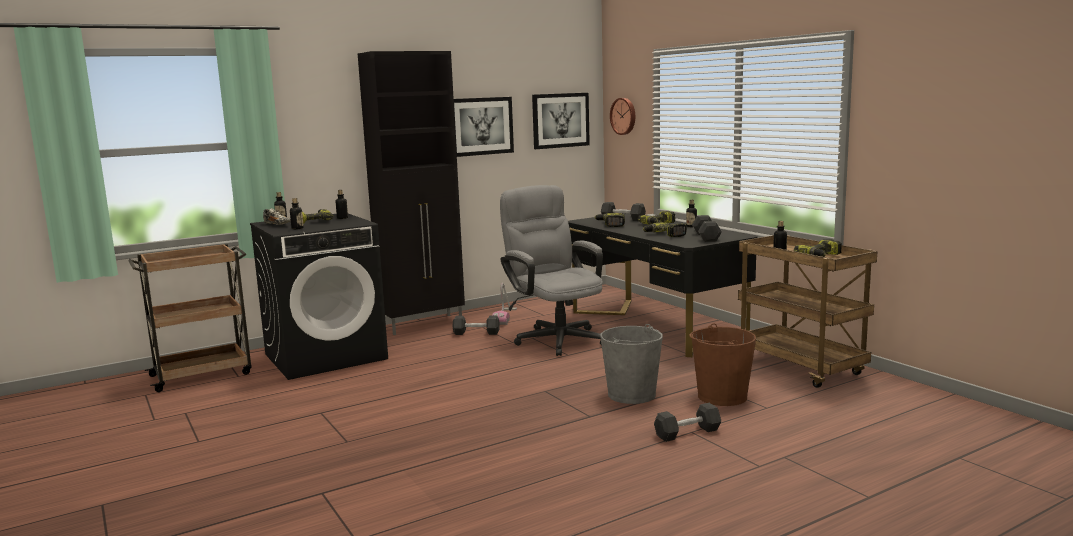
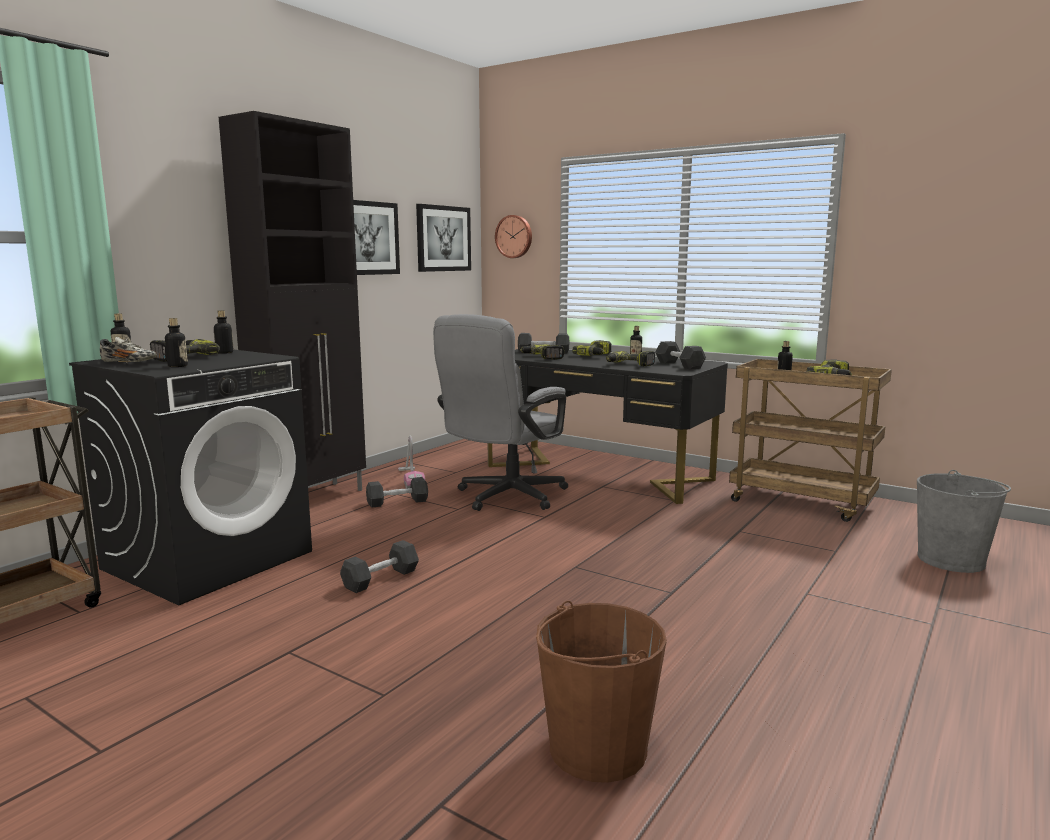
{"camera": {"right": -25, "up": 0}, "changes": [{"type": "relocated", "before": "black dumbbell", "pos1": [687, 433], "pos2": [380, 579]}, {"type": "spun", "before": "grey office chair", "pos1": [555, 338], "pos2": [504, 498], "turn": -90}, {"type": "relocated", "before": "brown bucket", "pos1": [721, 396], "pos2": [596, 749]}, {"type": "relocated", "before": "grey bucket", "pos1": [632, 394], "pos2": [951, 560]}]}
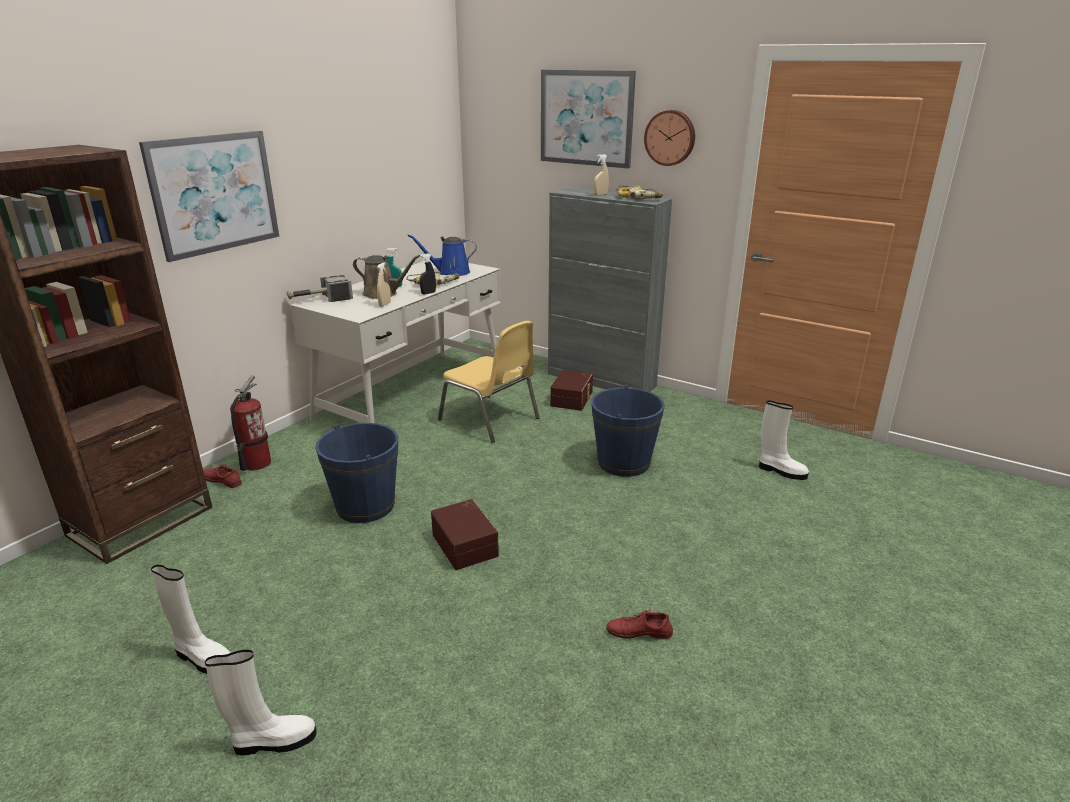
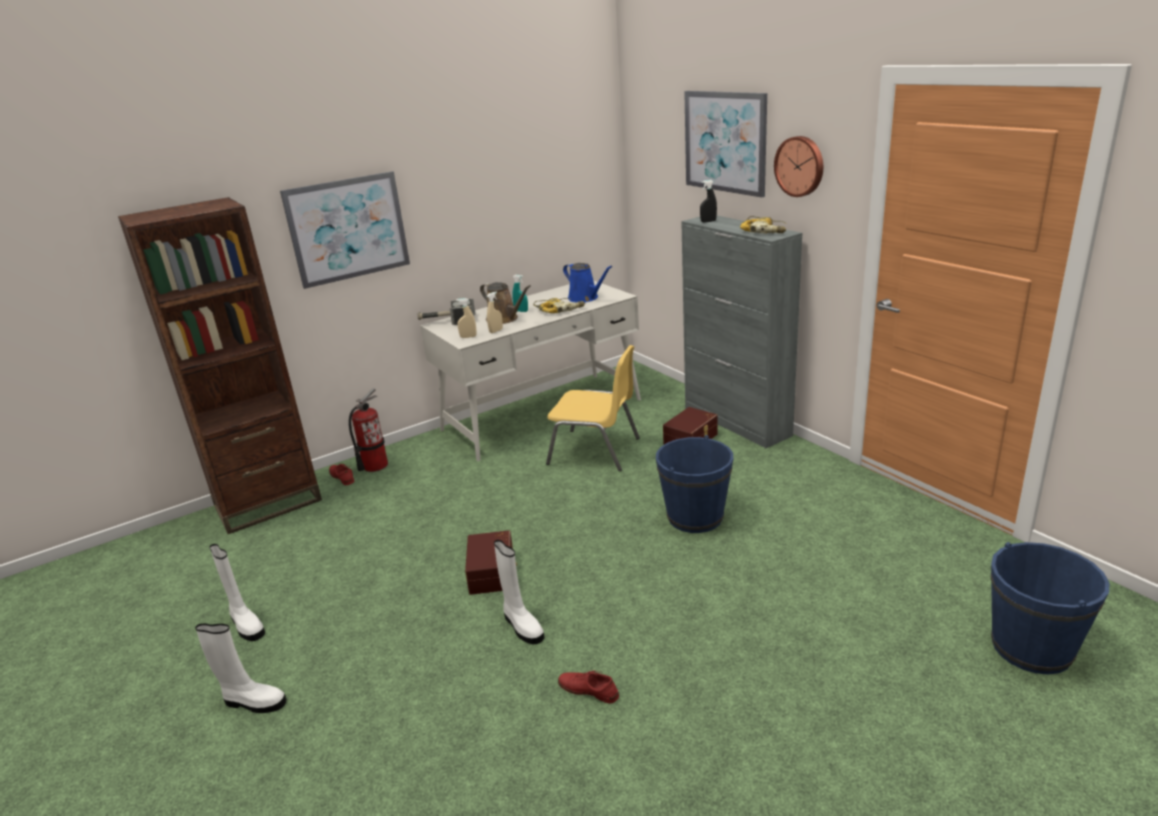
{"camera": {"right": 25, "up": 0}, "changes": [{"type": "relocated", "before": "beige spray bottle", "pos1": [600, 195], "pos2": [468, 337]}, {"type": "relocated", "before": "white boot", "pos1": [781, 471], "pos2": [522, 626]}, {"type": "spun", "before": "yellow chair", "pos1": [490, 419], "pos2": [596, 451], "turn": -45}, {"type": "spun", "before": "blue watering can", "pos1": [450, 272], "pos2": [585, 298], "turn": -150}, {"type": "relocated", "before": "black spray bottle", "pos1": [428, 293], "pos2": [708, 221]}, {"type": "relocated", "before": "blue bucket", "pos1": [365, 506], "pos2": [1031, 648]}]}
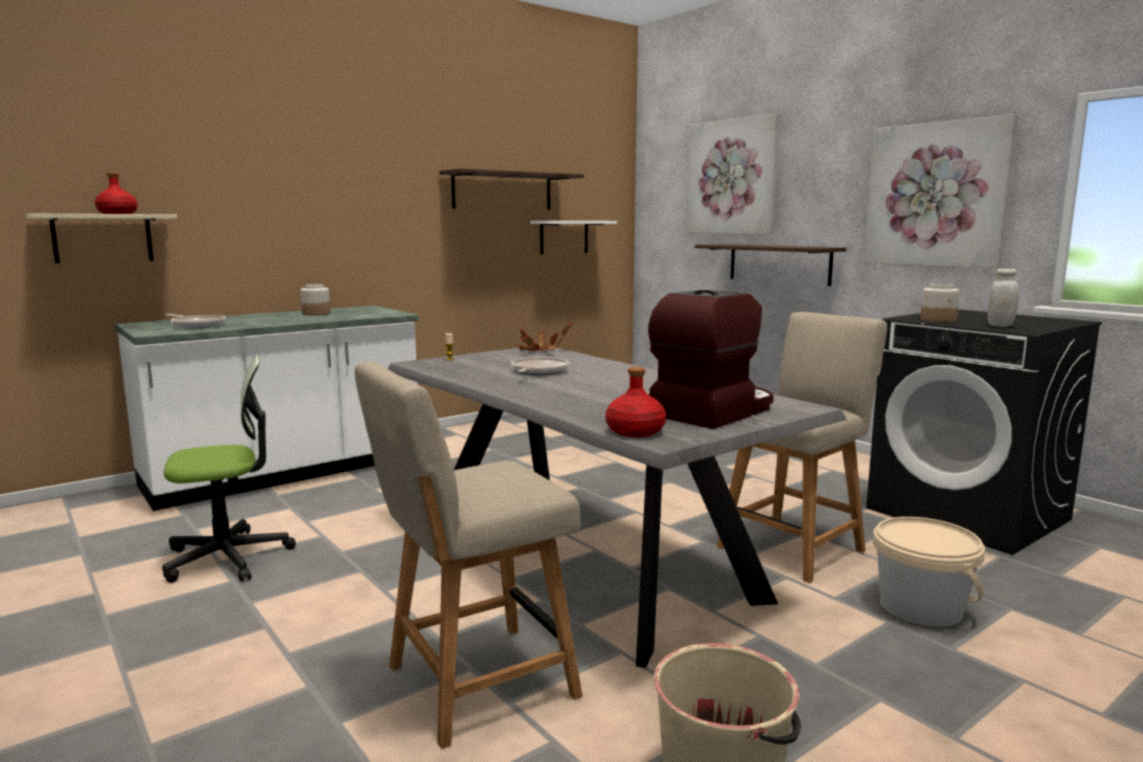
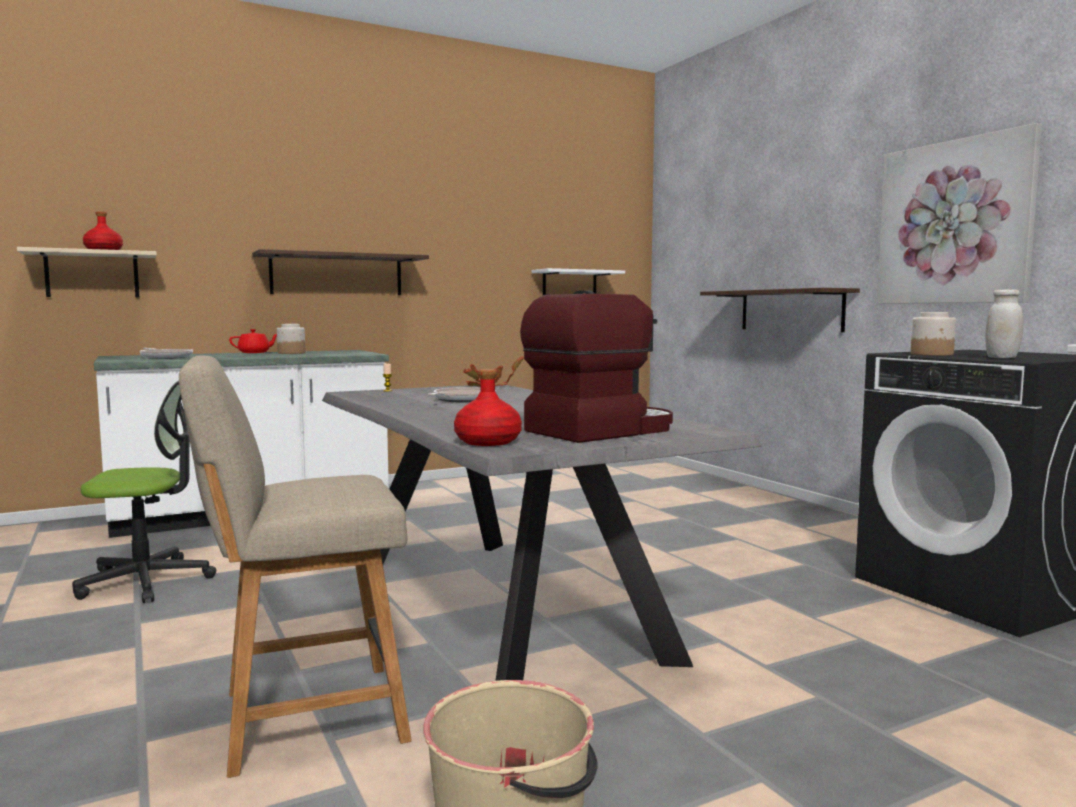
{"camera": {"right": 10, "up": -5}, "changes": [{"type": "appeared", "after": "red teapot", "pos2": [254, 352]}, {"type": "relocated", "before": "shelf", "pos1": [502, 191], "pos2": [337, 275]}, {"type": "missing", "before": "picture", "pos1": [731, 177]}, {"type": "missing", "before": "beige chair", "pos1": [795, 547]}, {"type": "missing", "before": "beige bucket", "pos1": [920, 607]}]}
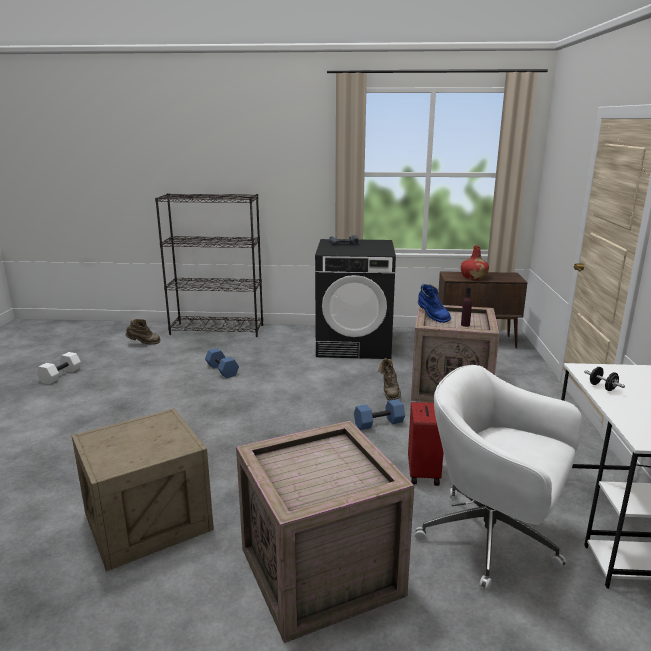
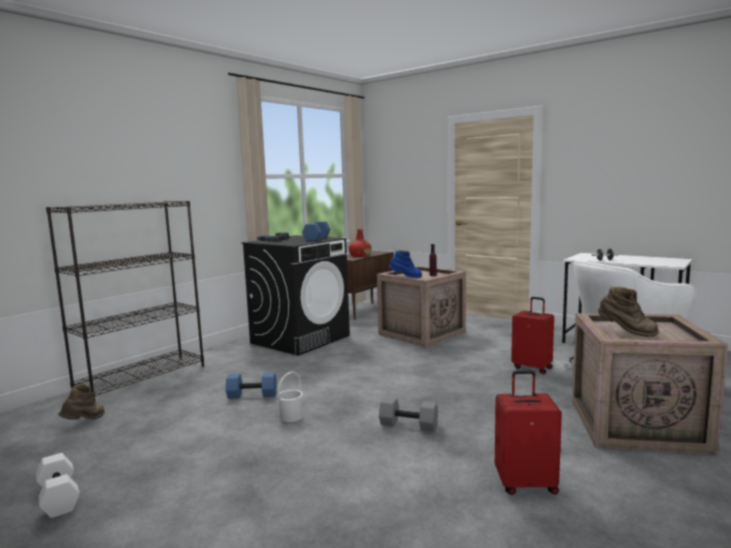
{"camera": {"right": -55, "up": -10}, "changes": [{"type": "appeared", "after": "white bucket", "pos2": [290, 417]}, {"type": "relocated", "before": "blue dumbbell", "pos1": [379, 424], "pos2": [317, 238]}, {"type": "appeared", "after": "grey dumbbell", "pos2": [409, 425]}, {"type": "exchanged", "before": "crate", "after": "red suitcase", "pos1": [149, 521], "pos2": [525, 483]}, {"type": "relocated", "before": "brown boot", "pos1": [390, 392], "pos2": [626, 332]}]}
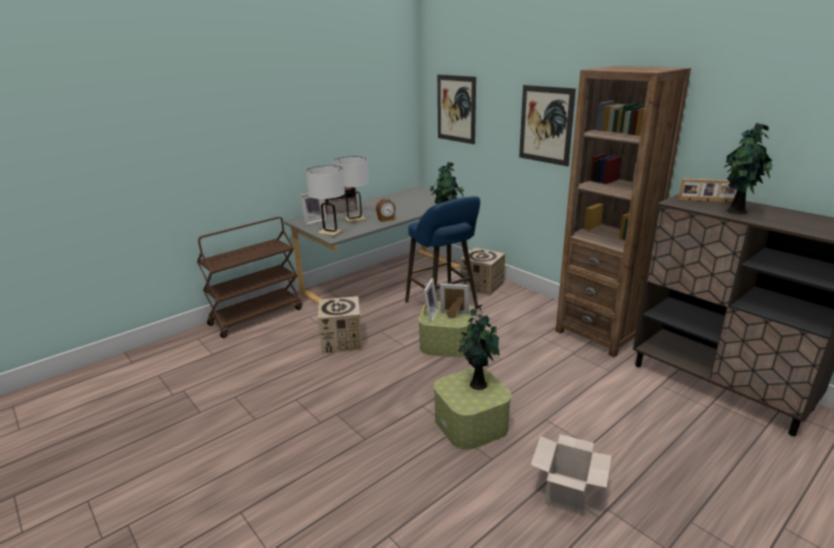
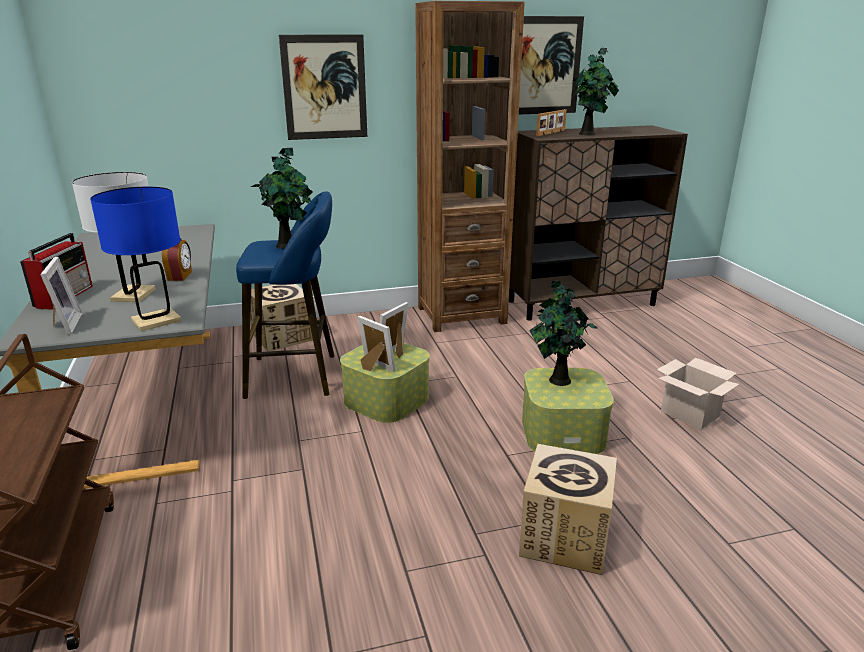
{"camera": {"right": -65, "up": 0}, "changes": [{"type": "colour", "before": "white table lamp", "after": "blue table lamp", "pos1": [330, 233], "pos2": [156, 321]}, {"type": "relocated", "before": "picture", "pos1": [456, 109], "pos2": [544, 66]}, {"type": "relocated", "before": "cardboard box", "pos1": [342, 341], "pos2": [564, 537]}]}
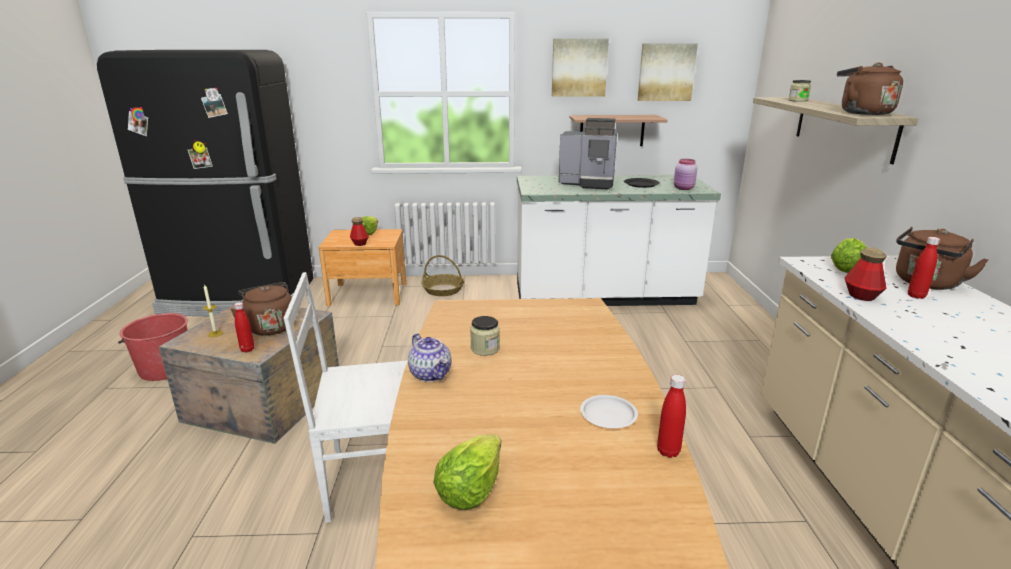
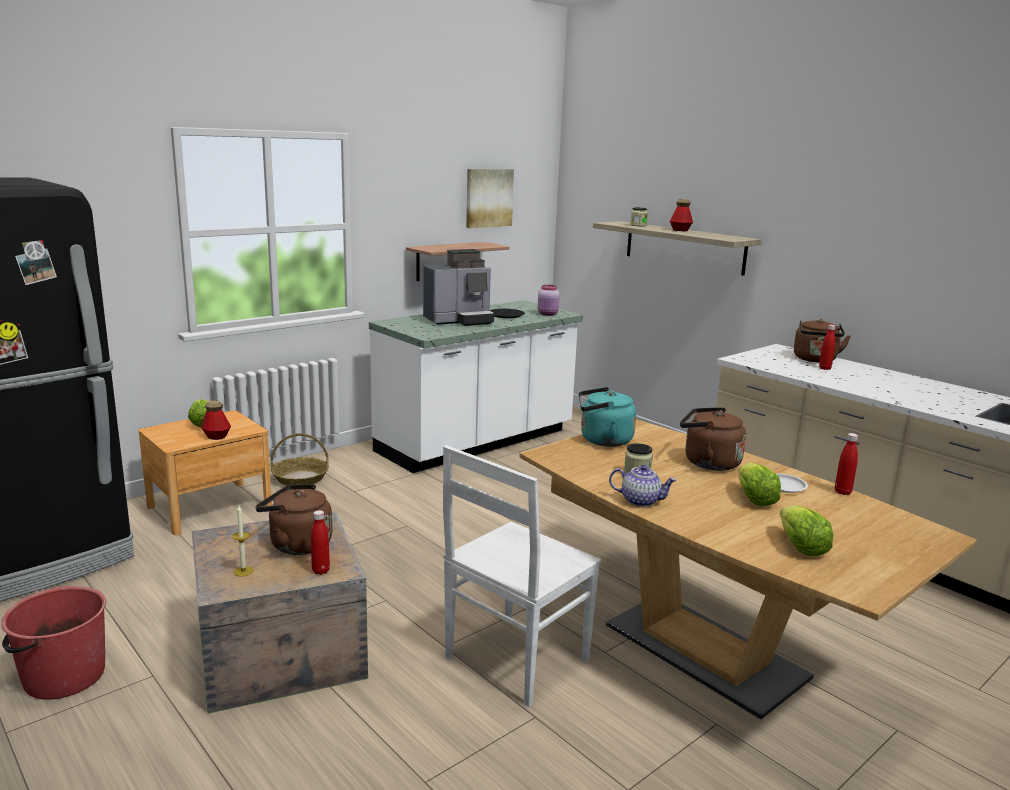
{"camera": {"right": -40, "up": -5}, "changes": [{"type": "appeared", "after": "turquoise kettle", "pos2": [602, 440]}, {"type": "relocated", "before": "bottle", "pos1": [861, 296], "pos2": [680, 230]}, {"type": "relocated", "before": "brown kettle", "pos1": [862, 113], "pos2": [708, 462]}, {"type": "relocated", "before": "lettuce", "pos1": [846, 269], "pos2": [754, 500]}, {"type": "missing", "before": "picture", "pos1": [579, 67]}]}
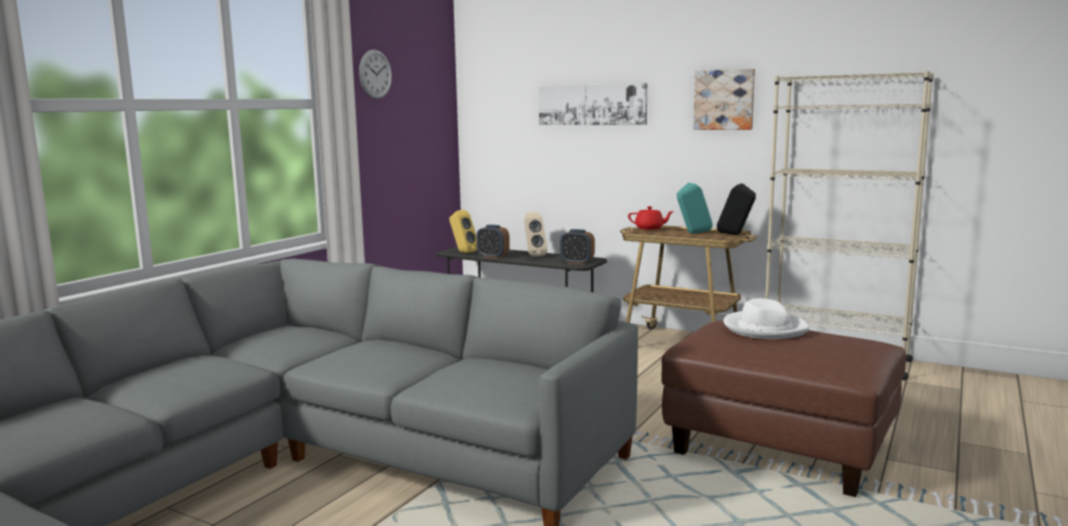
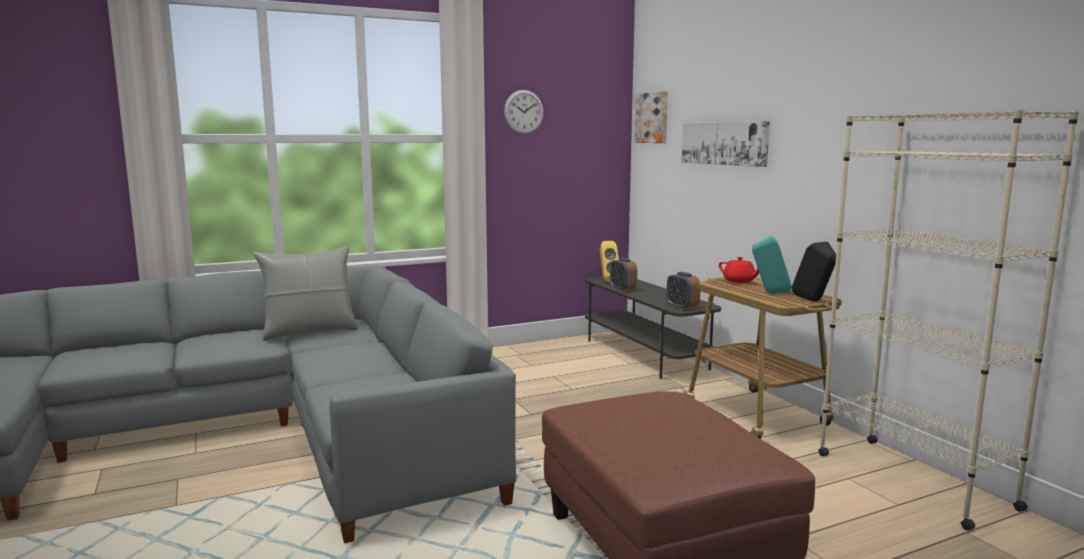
{"camera": {"right": 35, "up": 0}, "changes": [{"type": "appeared", "after": "grey pillow", "pos2": [310, 331]}, {"type": "relocated", "before": "picture", "pos1": [724, 99], "pos2": [653, 117]}, {"type": "missing", "before": "beige speaker", "pos1": [533, 256]}, {"type": "missing", "before": "white hat", "pos1": [764, 328]}]}
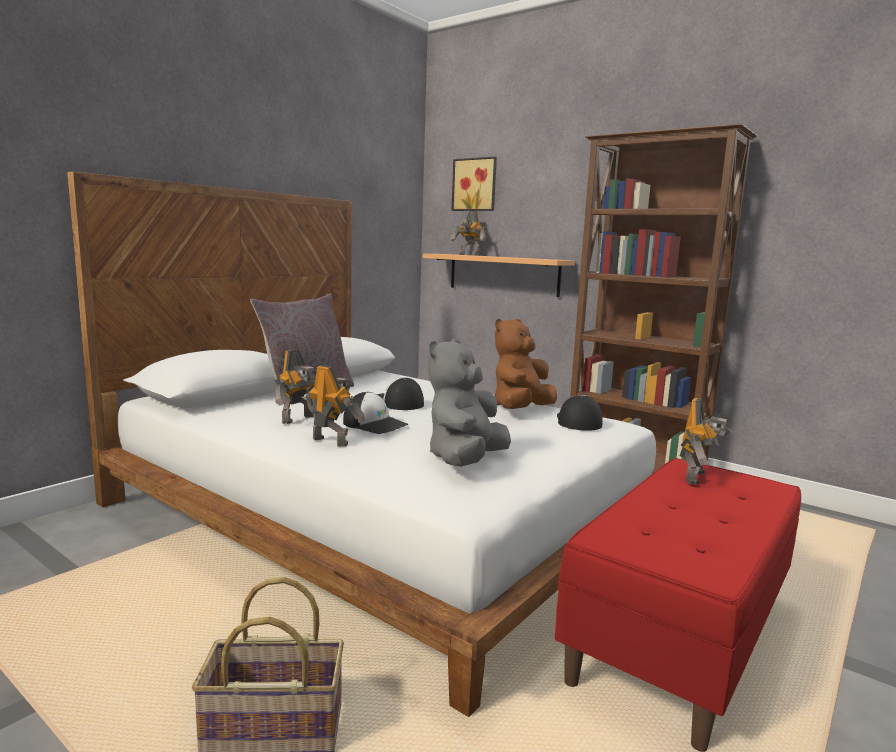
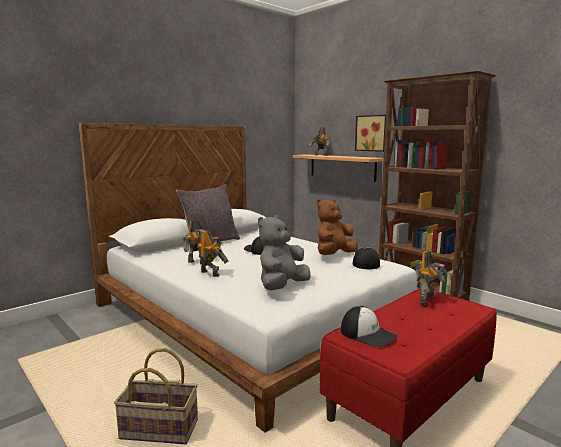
{"camera": {"right": 10, "up": 0}, "changes": [{"type": "relocated", "before": "cap", "pos1": [375, 424], "pos2": [368, 334]}, {"type": "relocated", "before": "picture", "pos1": [475, 185], "pos2": [371, 133]}]}
